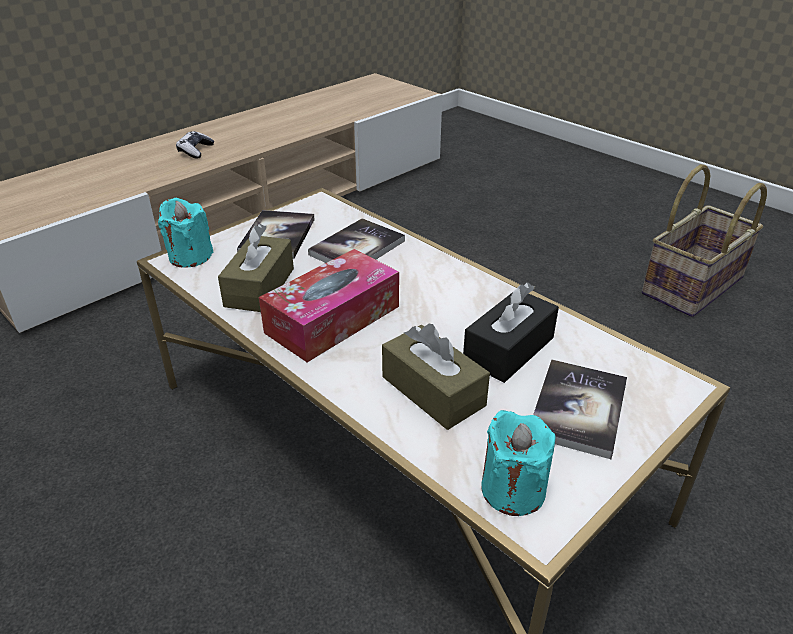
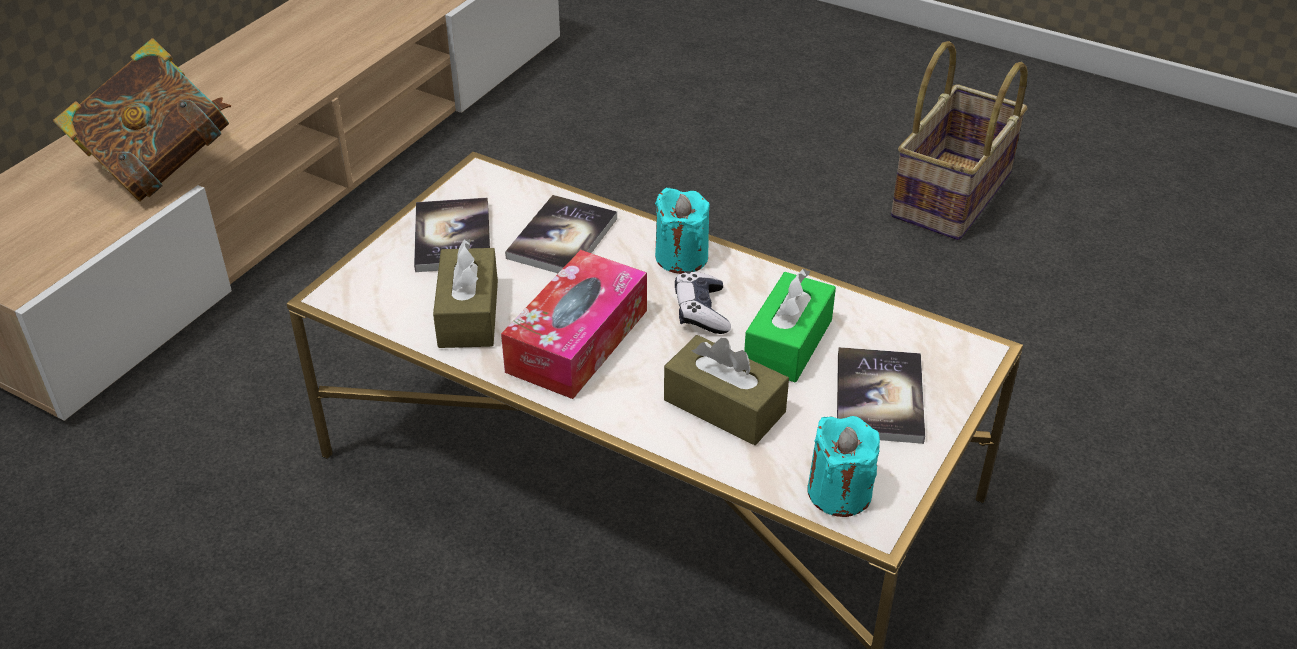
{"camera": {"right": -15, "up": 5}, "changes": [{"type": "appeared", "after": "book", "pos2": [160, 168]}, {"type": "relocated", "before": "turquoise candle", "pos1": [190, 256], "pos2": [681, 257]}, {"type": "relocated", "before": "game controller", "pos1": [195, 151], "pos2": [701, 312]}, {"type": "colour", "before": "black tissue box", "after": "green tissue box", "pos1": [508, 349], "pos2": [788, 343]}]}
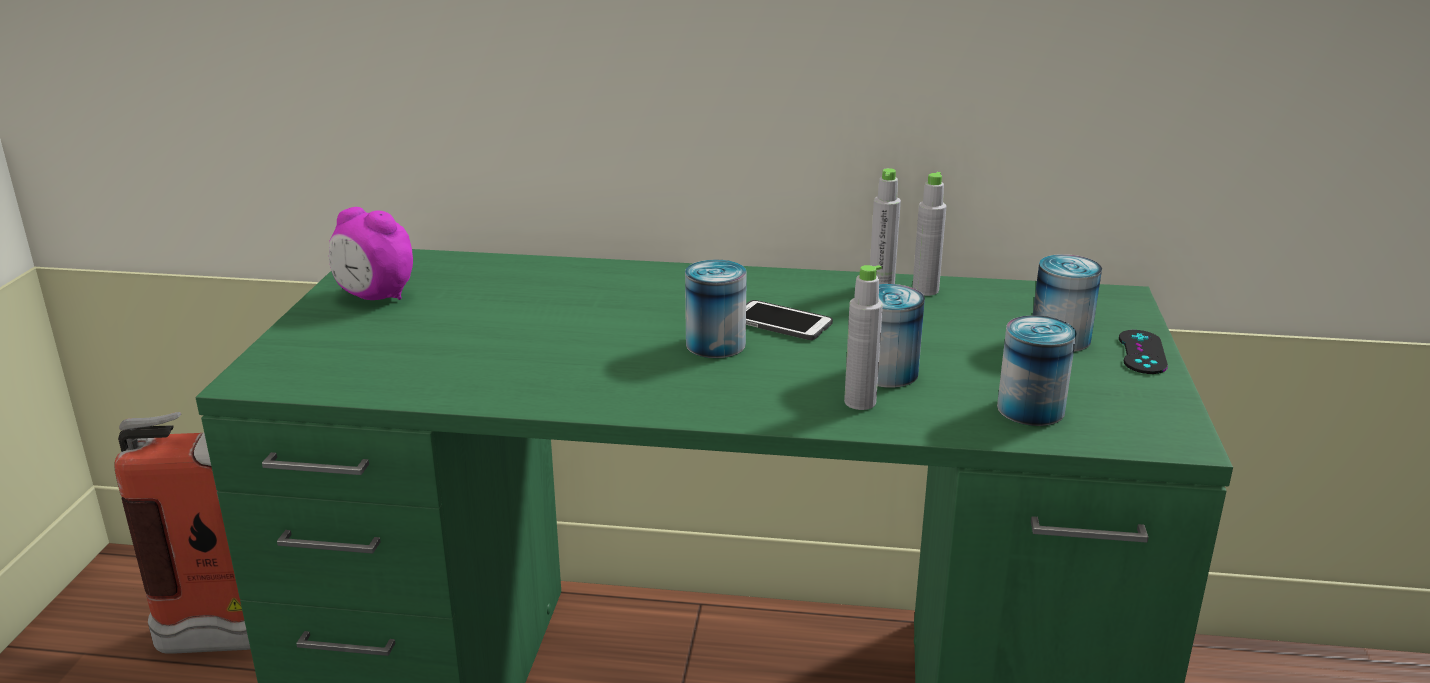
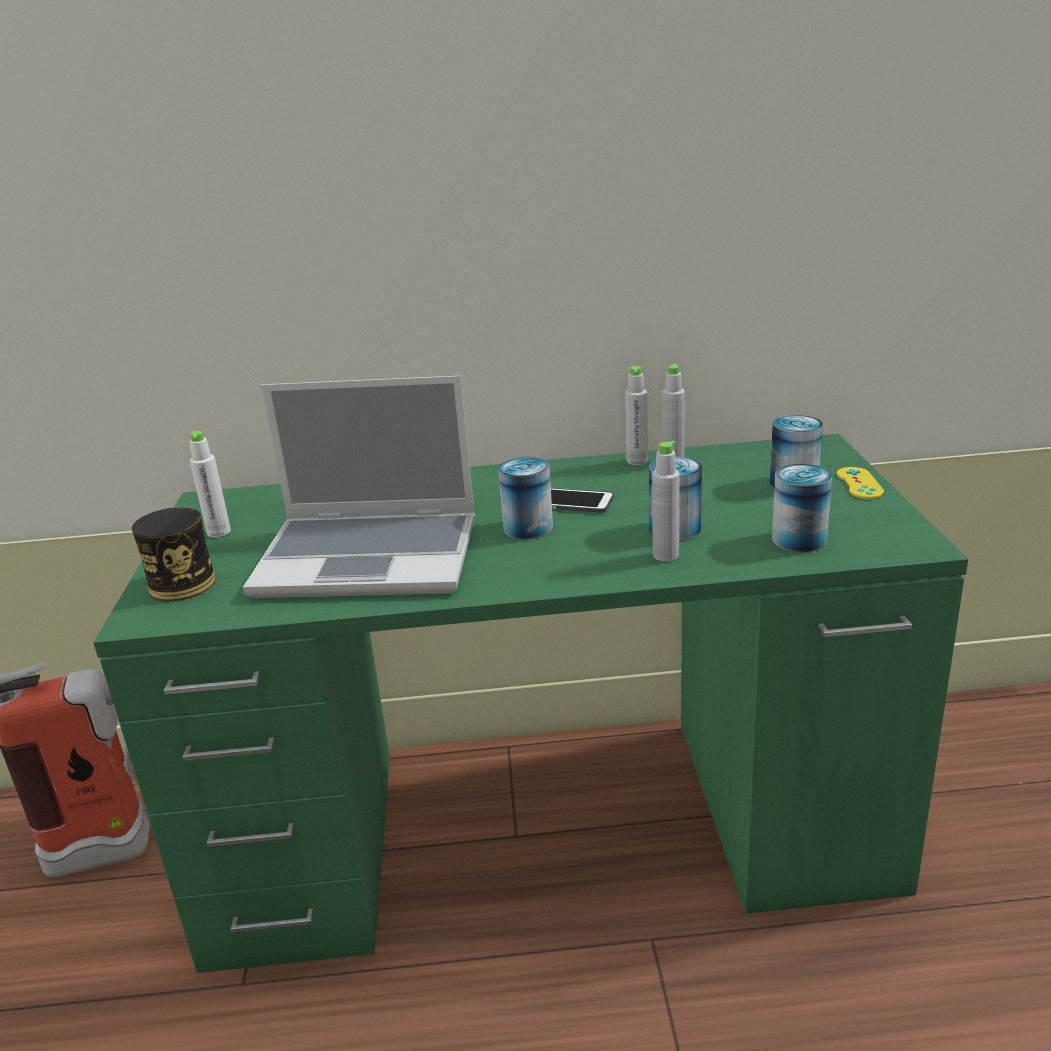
{"camera": {"right": -10, "up": 0}, "changes": [{"type": "appeared", "after": "can", "pos2": [182, 584]}, {"type": "exchanged", "before": "alarm clock", "after": "white bottle", "pos1": [375, 297], "pos2": [219, 532]}, {"type": "appeared", "after": "laptop", "pos2": [372, 557]}, {"type": "colour", "before": "black game controller", "after": "yellow game controller", "pos1": [1142, 352], "pos2": [859, 483]}]}
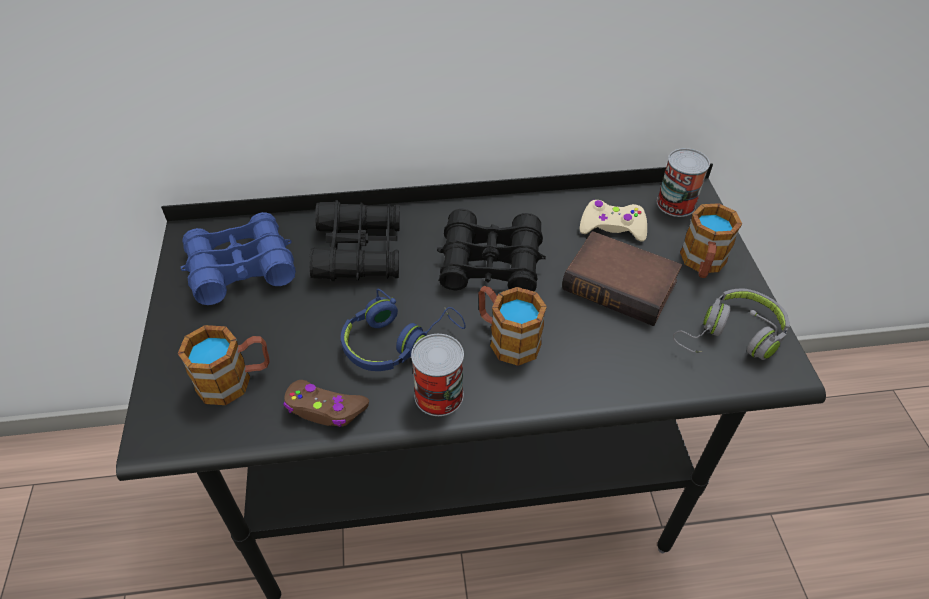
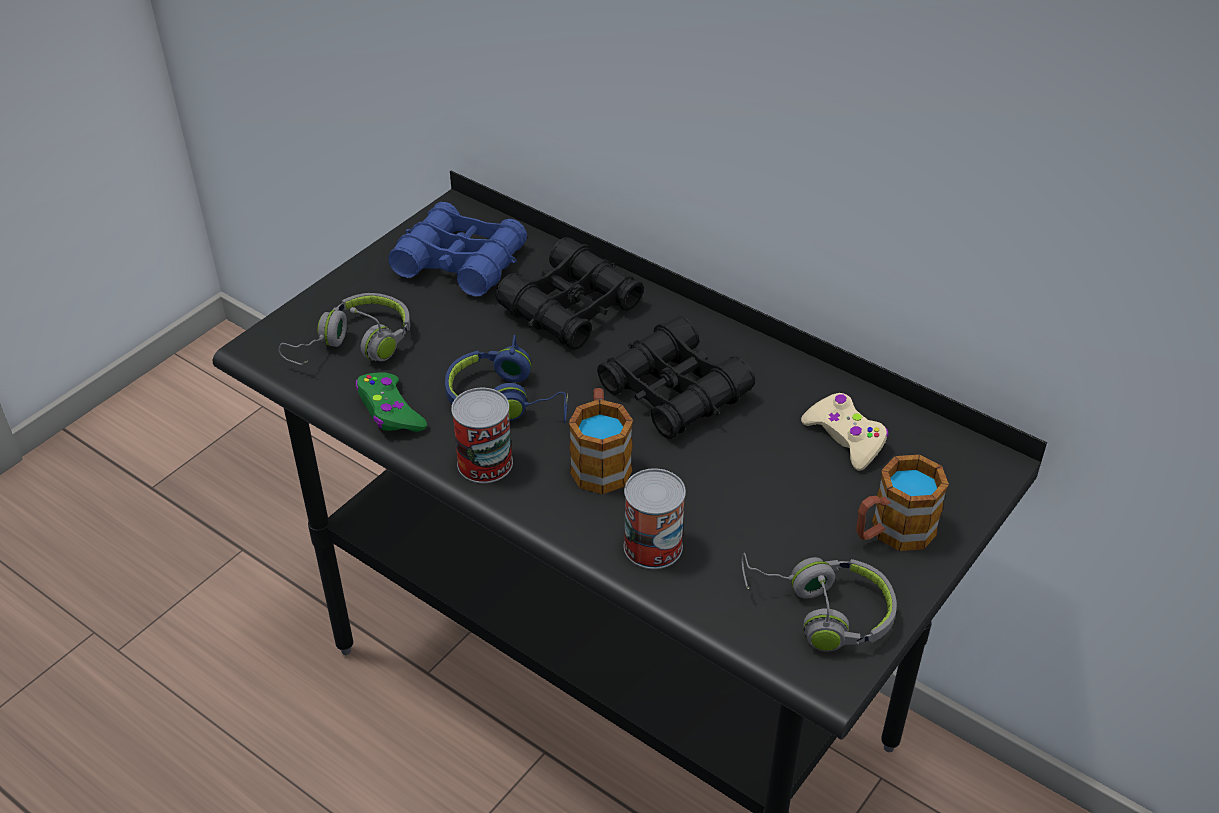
{"camera": {"right": 45, "up": -5}, "changes": [{"type": "exchanged", "before": "mug", "after": "grey headphones", "pos1": [235, 380], "pos2": [354, 346]}, {"type": "colour", "before": "brown game controller", "after": "green game controller", "pos1": [325, 409], "pos2": [390, 411]}, {"type": "relocated", "before": "can", "pos1": [676, 204], "pos2": [653, 546]}, {"type": "missing", "before": "book", "pos1": [622, 284]}]}
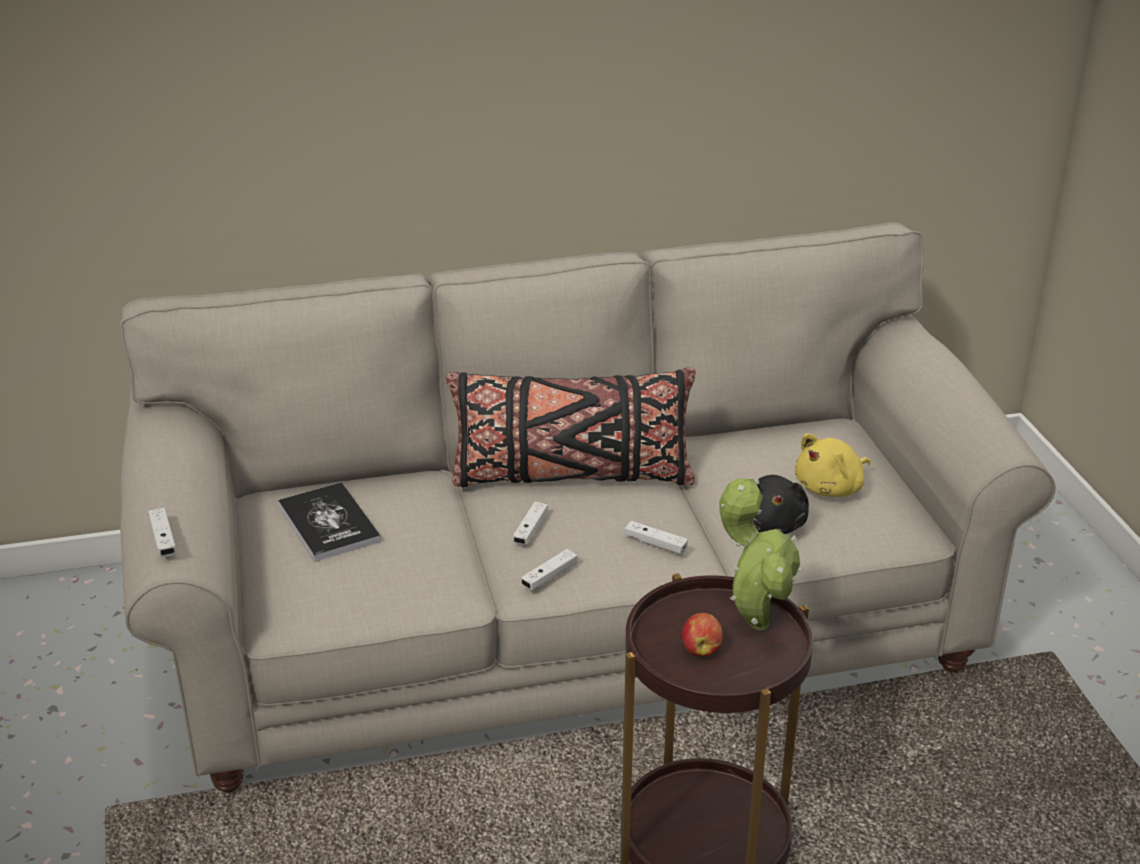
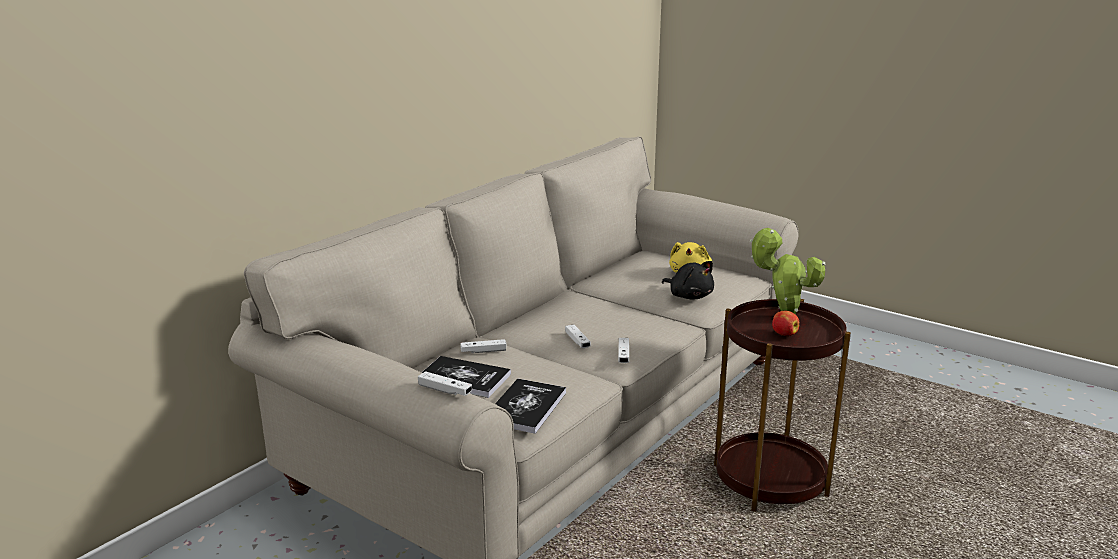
{"camera": {"right": -40, "up": -10}, "changes": [{"type": "relocated", "before": "white game controller", "pos1": [655, 544], "pos2": [483, 351]}, {"type": "appeared", "after": "book", "pos2": [525, 407]}, {"type": "missing", "before": "black pillow", "pos1": [571, 476]}]}
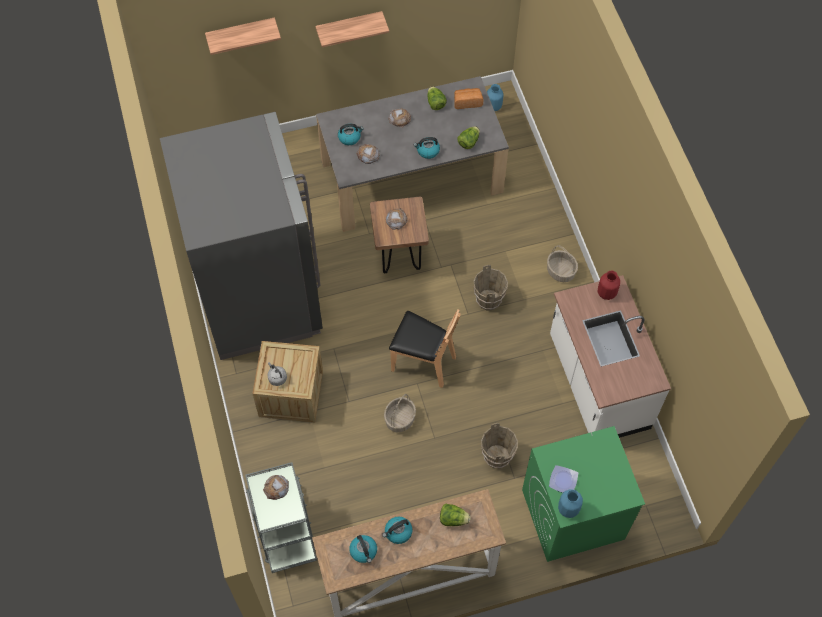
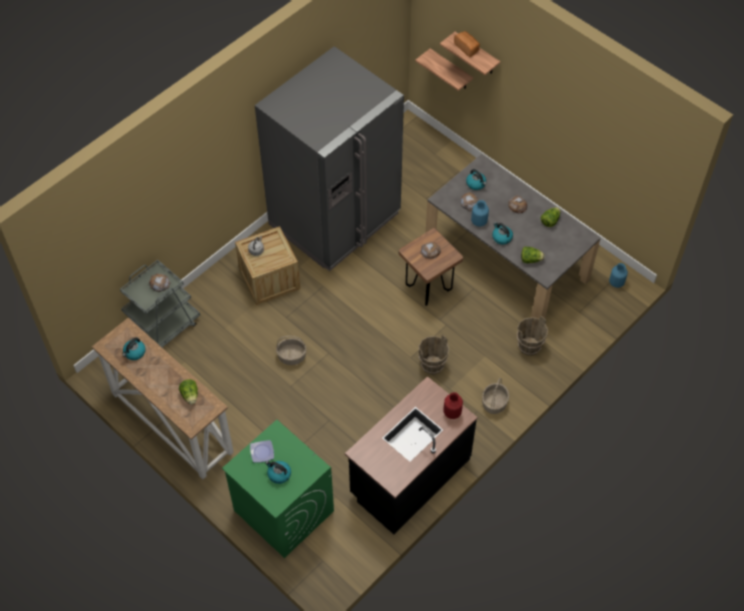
{"camera": {"right": 60, "up": -5}, "changes": [{"type": "relocated", "before": "kettle", "pos1": [398, 532], "pos2": [279, 474]}, {"type": "colour", "before": "white counter", "after": "black counter", "pos1": [597, 383], "pos2": [409, 476]}, {"type": "relocated", "before": "shelf", "pos1": [349, 27], "pos2": [451, 70]}, {"type": "relocated", "before": "bread", "pos1": [467, 102], "pos2": [467, 48]}, {"type": "relocated", "before": "blue vase", "pos1": [568, 508], "pos2": [479, 221]}, {"type": "relocated", "before": "brown bucket", "pos1": [497, 457], "pos2": [529, 347]}, {"type": "missing", "before": "brown chair", "pos1": [423, 362]}]}
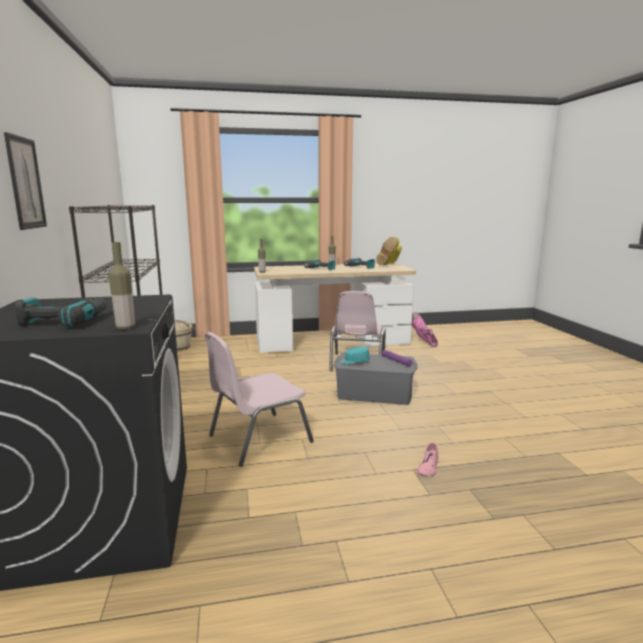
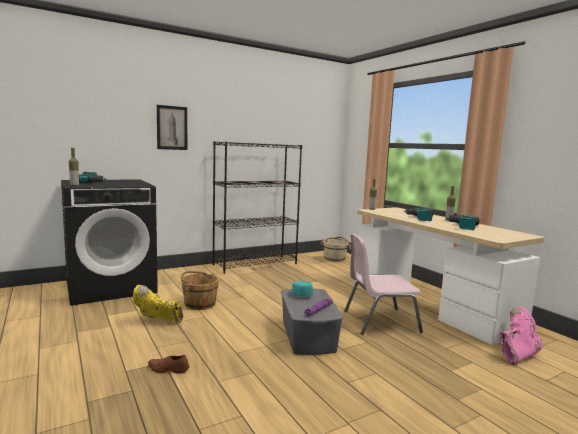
{"camera": {"right": 70, "up": -5}, "changes": [{"type": "relocated", "before": "yellow boot", "pos1": [389, 265], "pos2": [158, 322]}, {"type": "colour", "before": "pink shoe", "after": "brown shoe", "pos1": [428, 467], "pos2": [168, 369]}, {"type": "exchanged", "before": "pink chair", "after": "brown bucket", "pos1": [258, 439], "pos2": [199, 304]}]}
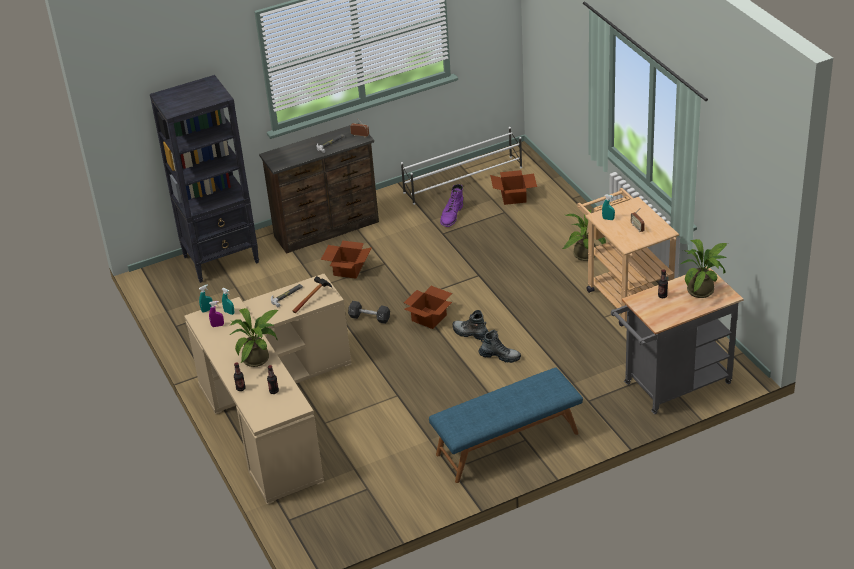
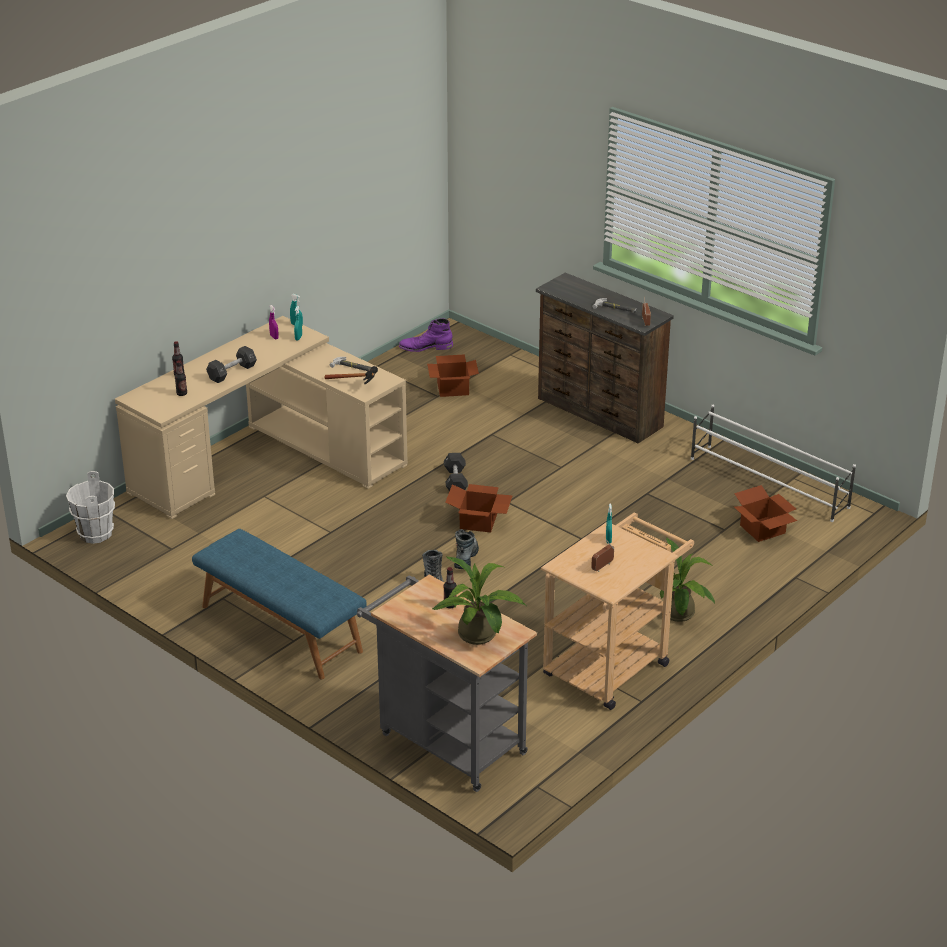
{"camera": {"right": 65, "up": -5}, "changes": [{"type": "appeared", "after": "white bucket", "pos2": [95, 534]}, {"type": "exchanged", "before": "potted plant", "after": "black dumbbell", "pos1": [259, 358], "pos2": [232, 372]}, {"type": "relocated", "before": "purple boot", "pos1": [451, 215], "pos2": [425, 347]}, {"type": "relocated", "before": "cardboard box", "pos1": [347, 269], "pos2": [453, 388]}, {"type": "missing", "before": "black bookcase", "pos1": [222, 259]}]}
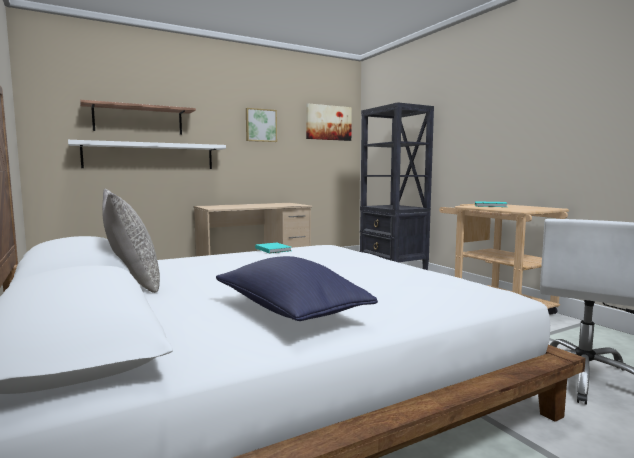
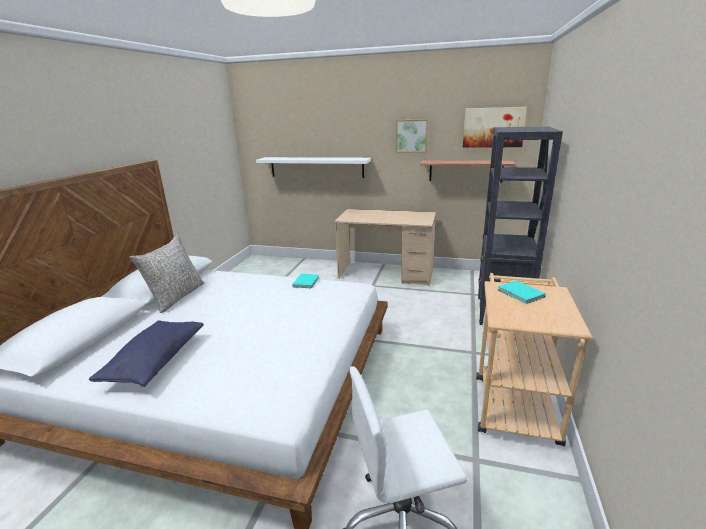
{"camera": {"right": 45, "up": 15}, "changes": [{"type": "relocated", "before": "shelf", "pos1": [138, 120], "pos2": [465, 171]}]}
